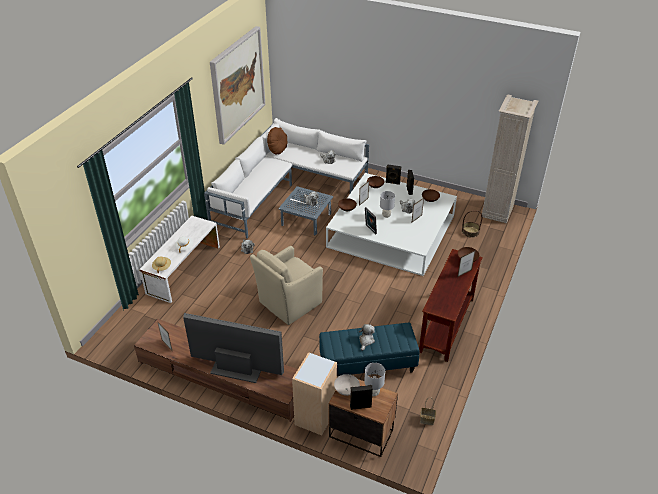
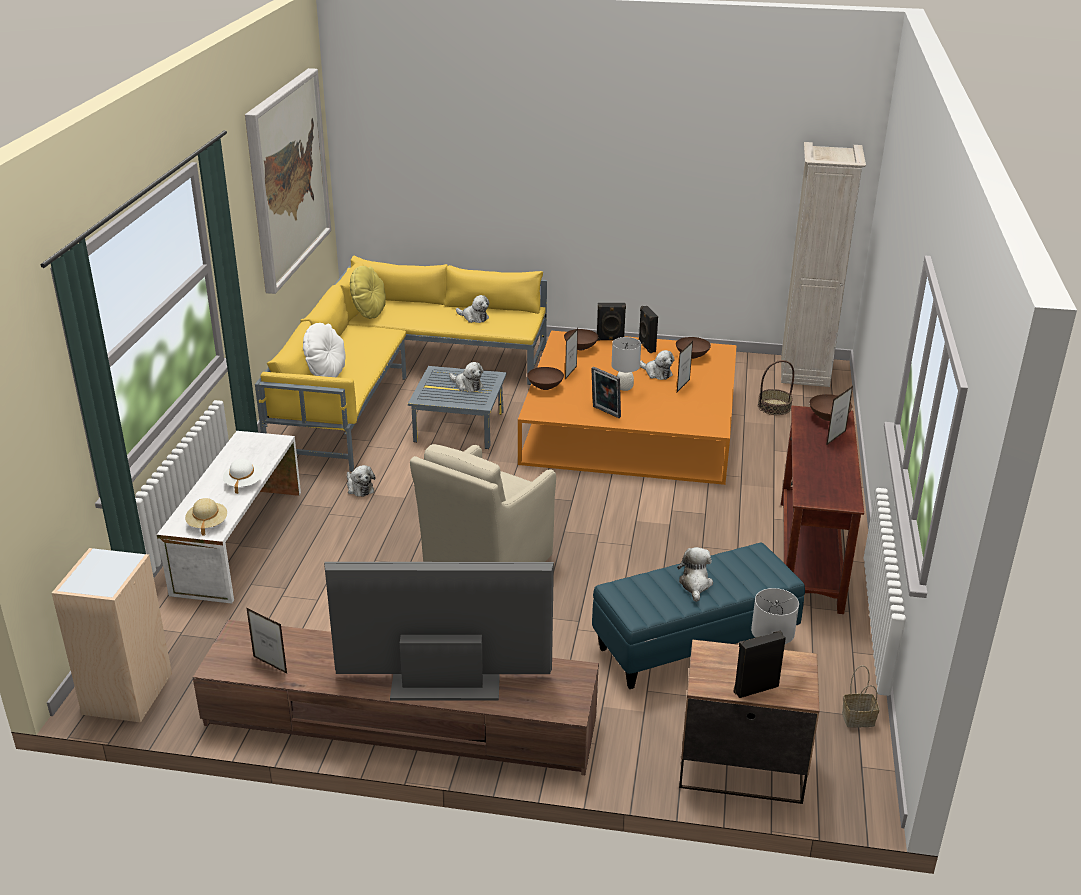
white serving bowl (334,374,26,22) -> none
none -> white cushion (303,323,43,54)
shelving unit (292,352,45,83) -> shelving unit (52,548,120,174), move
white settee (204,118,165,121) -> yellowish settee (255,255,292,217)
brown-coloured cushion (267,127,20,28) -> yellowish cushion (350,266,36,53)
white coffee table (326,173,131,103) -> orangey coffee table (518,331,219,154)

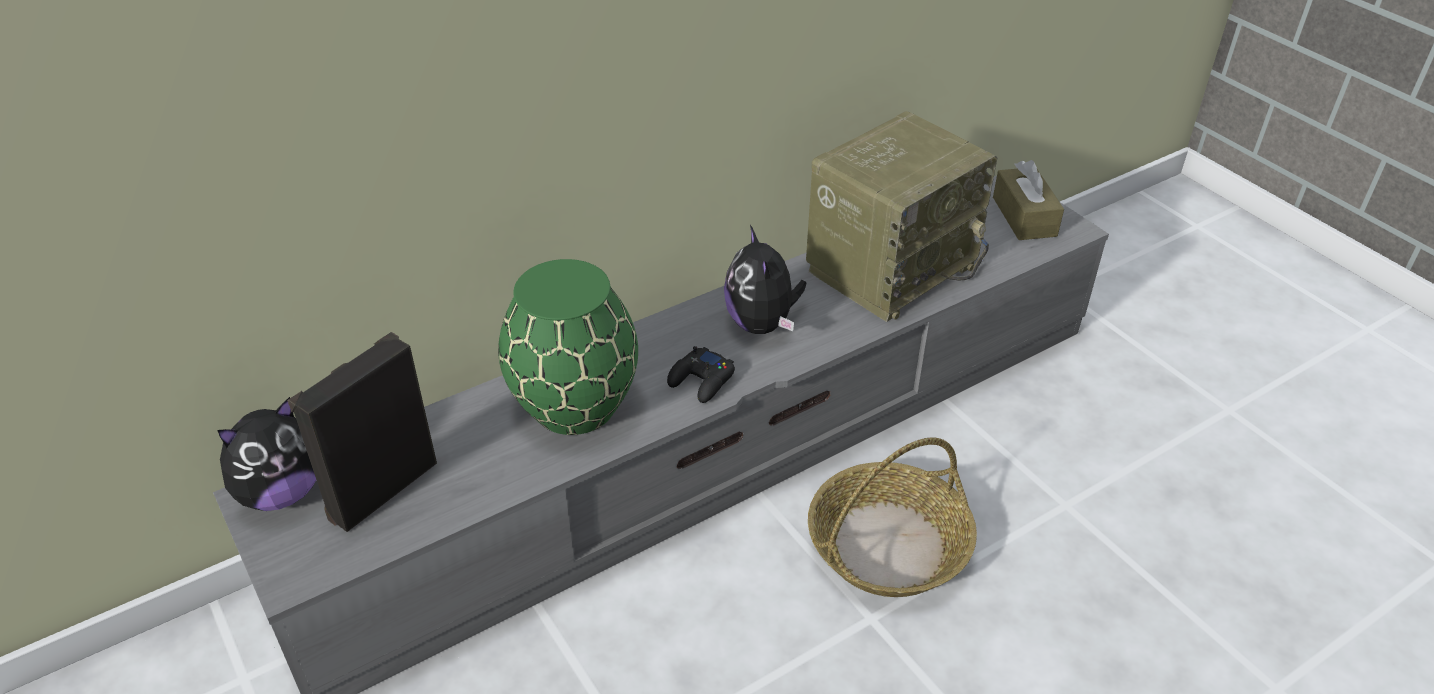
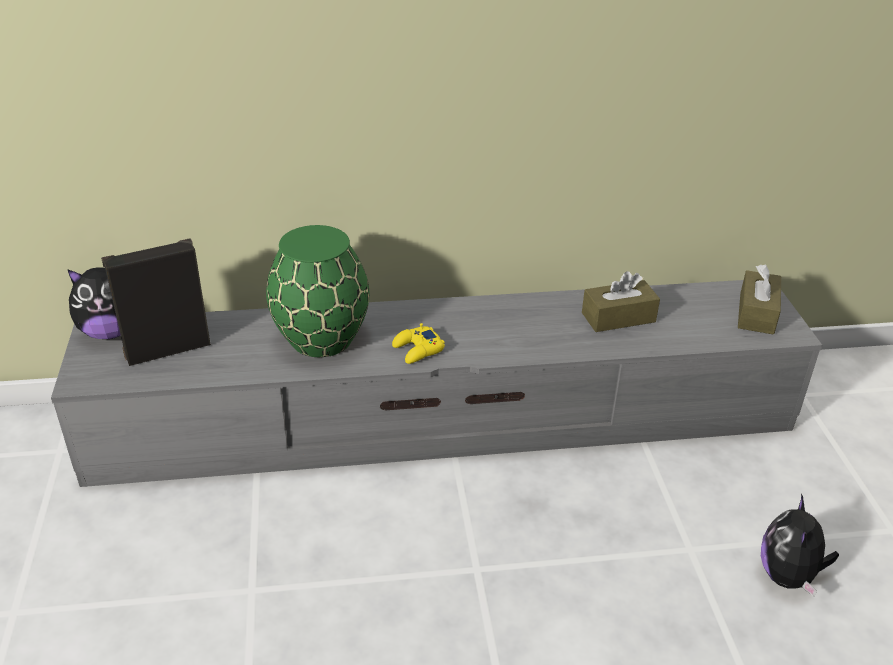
storage basket (808,438,169,159) -> none
soft toy (724,225,82,109) -> soft toy (761,493,78,104), move
radio (806,111,192,211) -> brown-coloured box of tissues (582,271,78,61)
black-coloured joypad (667,346,68,57) -> yellowish joypad (392,323,53,41)

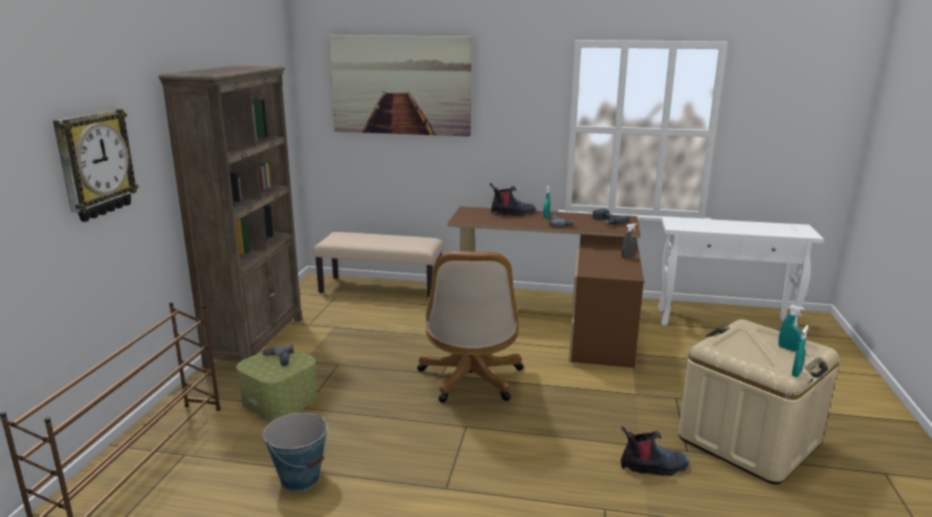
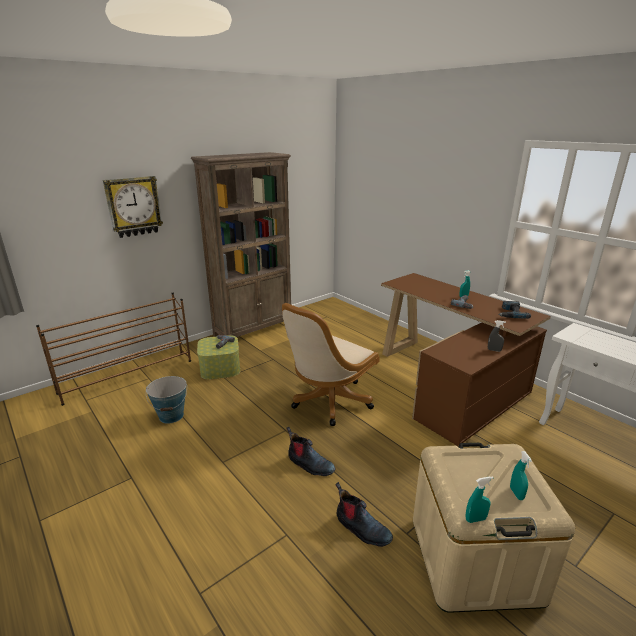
beige indoor bench (314,232,129,69) -> none
wall picture (329,35,143,102) -> none
tall boot (490,183,46,33) -> tall boot (286,427,50,49), move

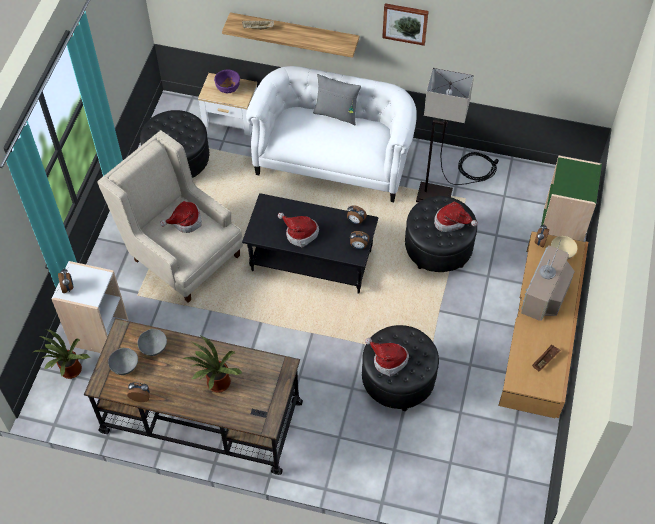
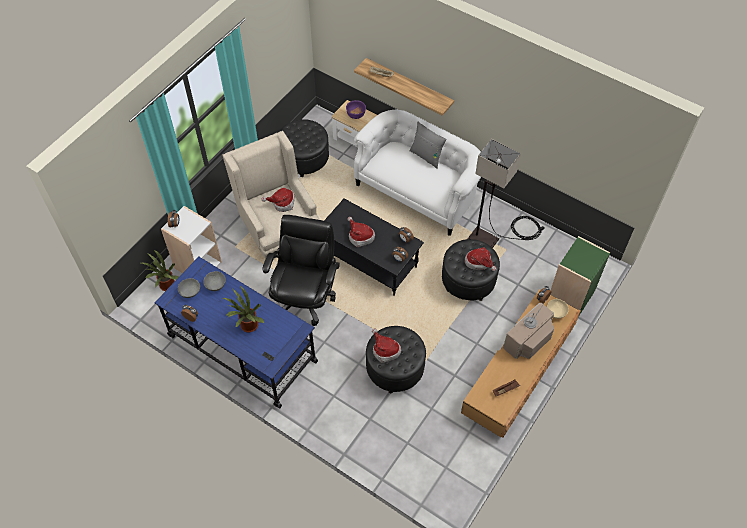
wall picture (382,3,47,43) -> none
none -> black-coloured computer chair (262,215,78,111)
brown-coloured desk table (84,318,219,157) -> blue desk table (155,257,163,151)

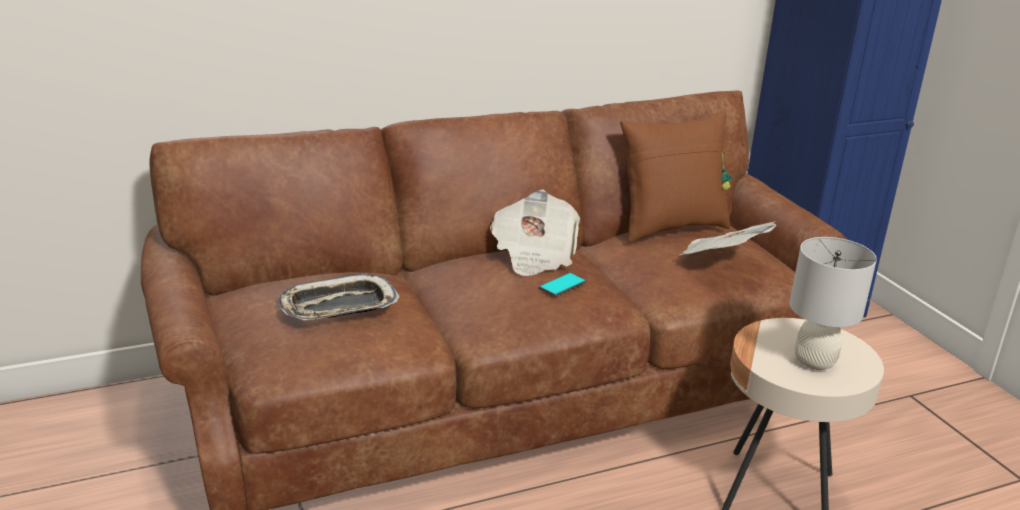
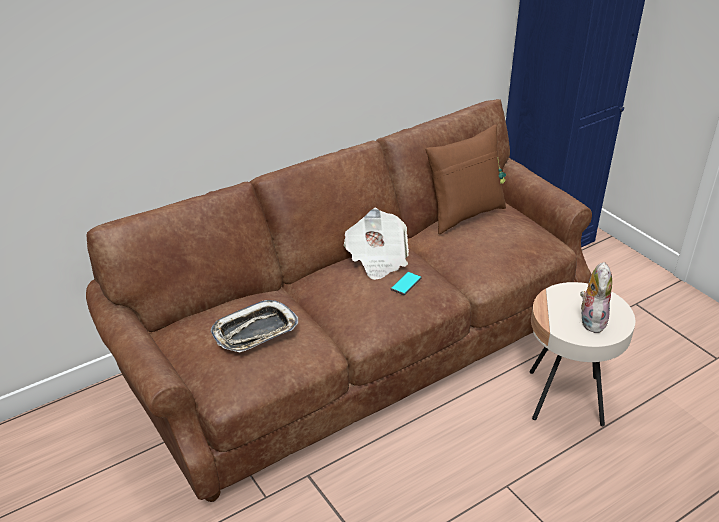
printed paper (680,221,96,34) -> none
greyish tabletop lamp (789,237,88,133) -> soft toy (580,262,32,71)

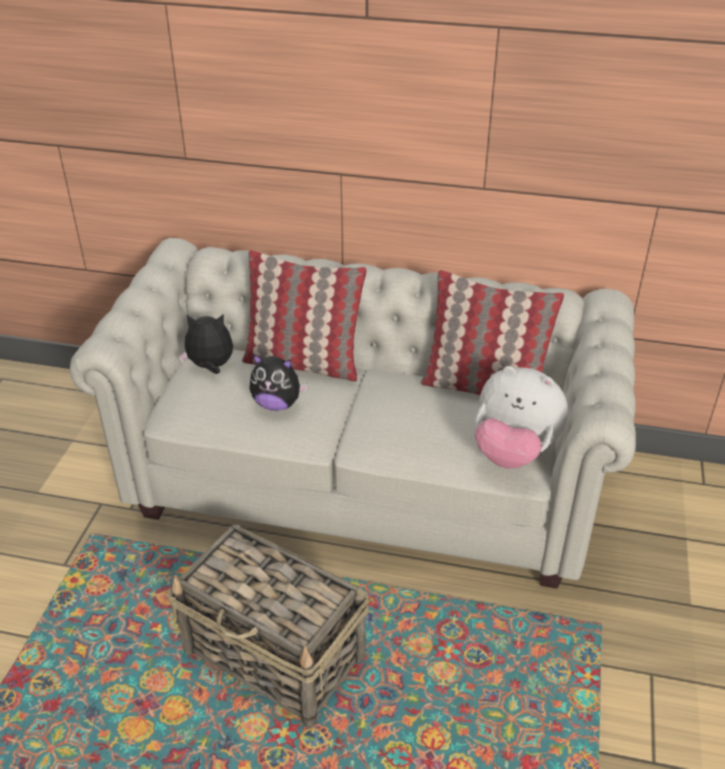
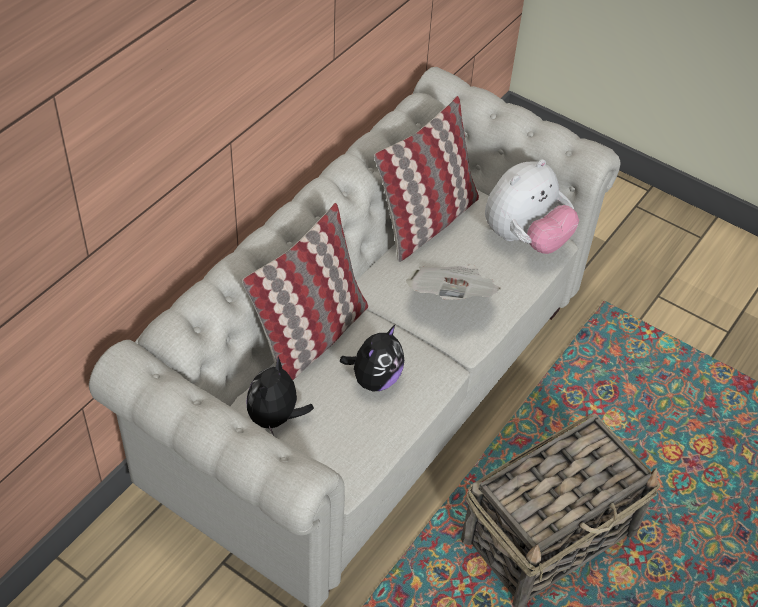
none -> printed paper (406,265,95,35)

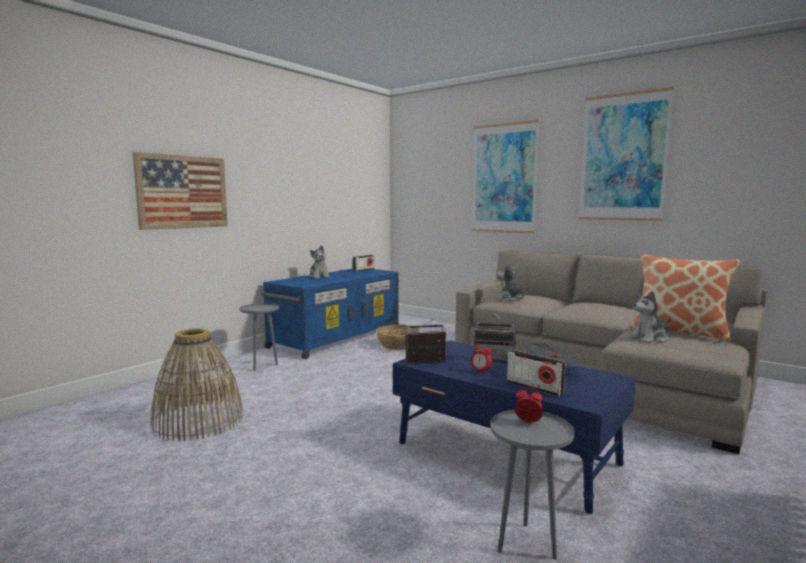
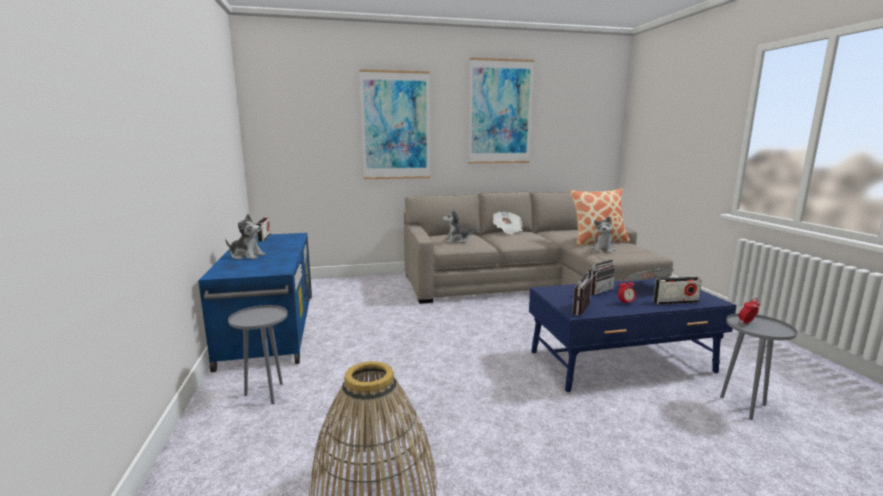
wall picture (133,152,95,78) -> none
storage basket (376,324,44,26) -> none
none -> printed paper (493,212,30,22)

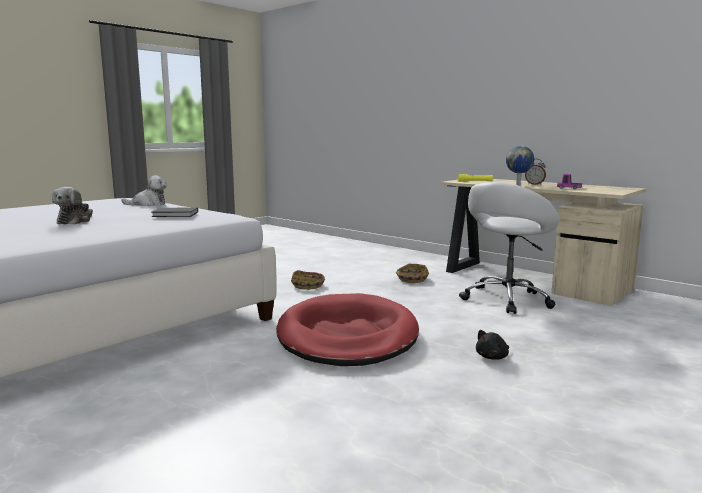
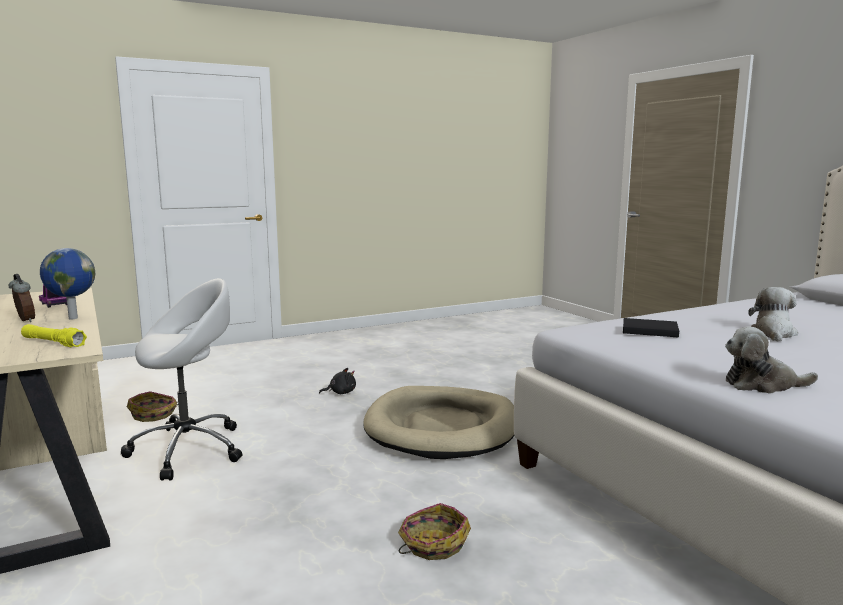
storage basket (396,264,33,19) -> storage basket (127,391,51,31), move
reddish dog bed (276,293,143,73) -> beige dog bed (363,386,152,73)

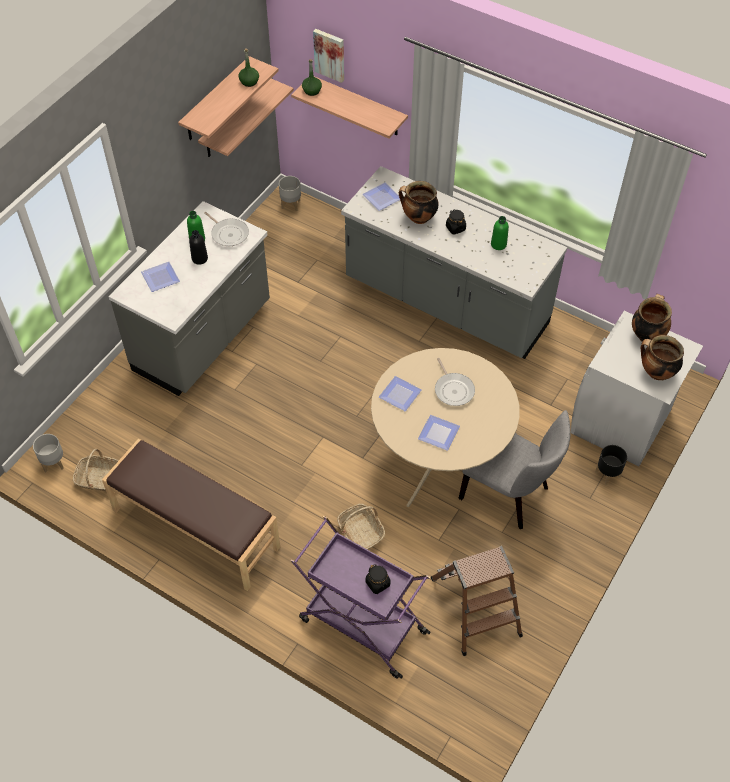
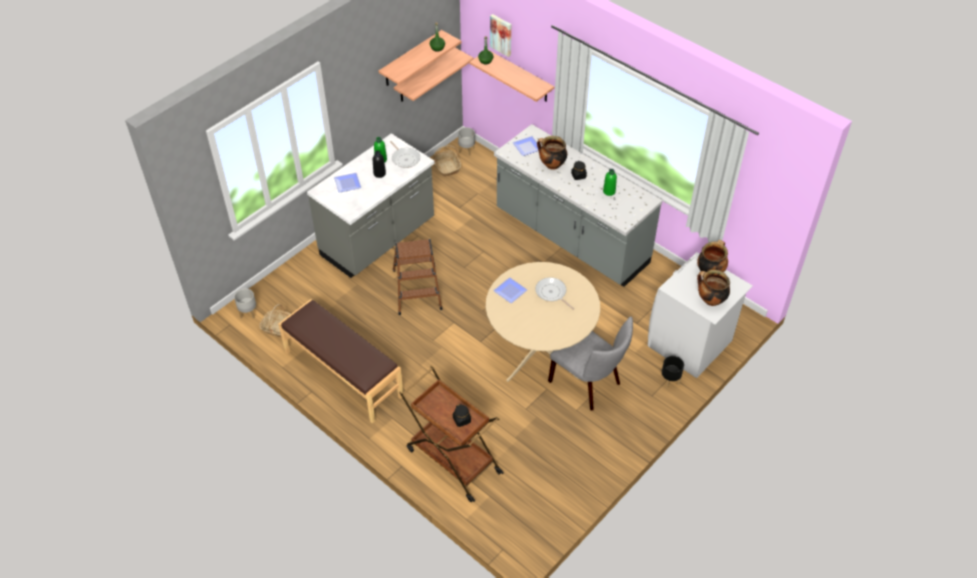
flat dish (418,415,42,36) -> none
storage basket (337,504,48,46) -> storage basket (433,145,28,32), move
brown-coloured step ladder (431,546,92,110) -> brown-coloured step ladder (393,239,50,76), move
purple cart (290,516,141,163) -> brown-coloured cart (399,365,105,137)
skillet (435,358,40,48) -> skillet (535,278,39,32), 150 degrees clockwise

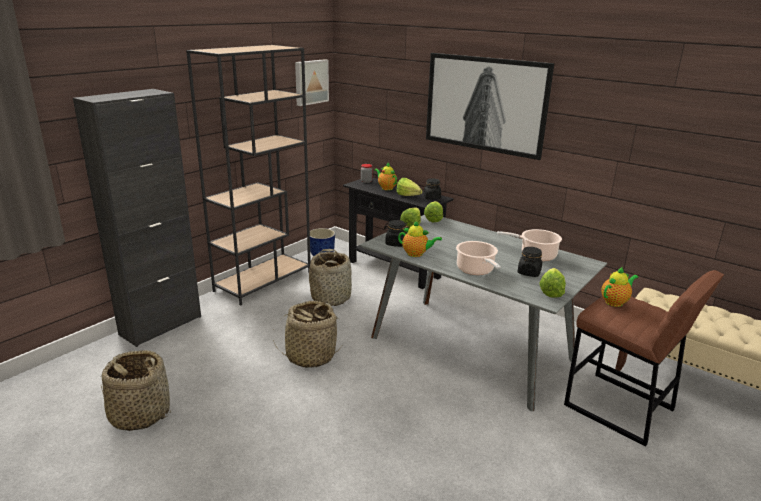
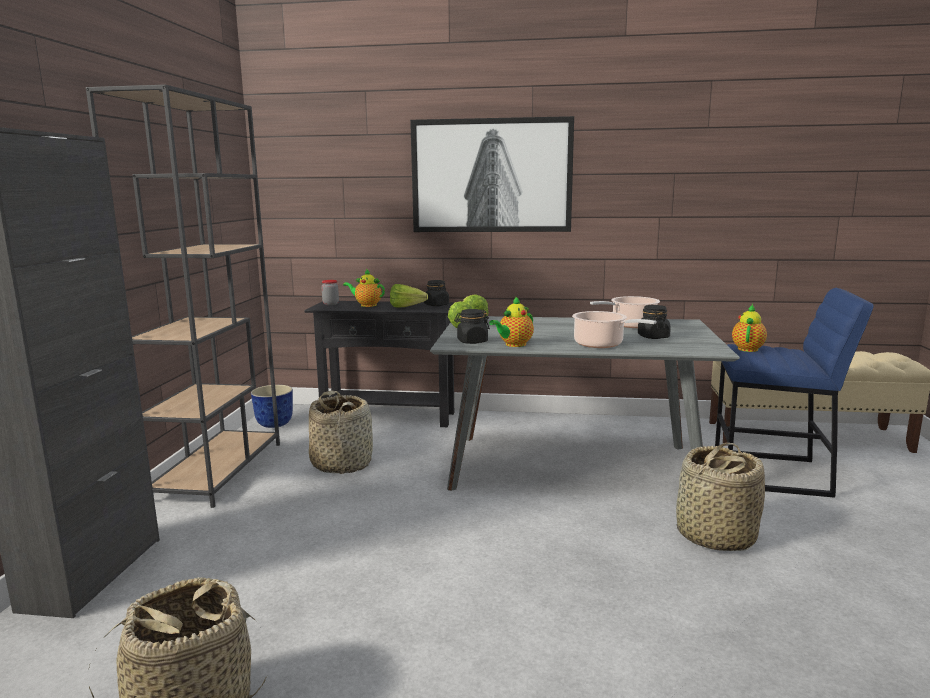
wall picture (295,59,34,47) -> none
lettuce (539,268,27,30) -> none
storage basket (273,301,69,67) -> storage basket (676,443,89,108), move
brown-coloured sitting stool (564,270,160,177) -> blue sitting stool (715,288,159,210)
pot for tea (398,220,44,37) -> pot for tea (489,296,45,51), 150 degrees clockwise

